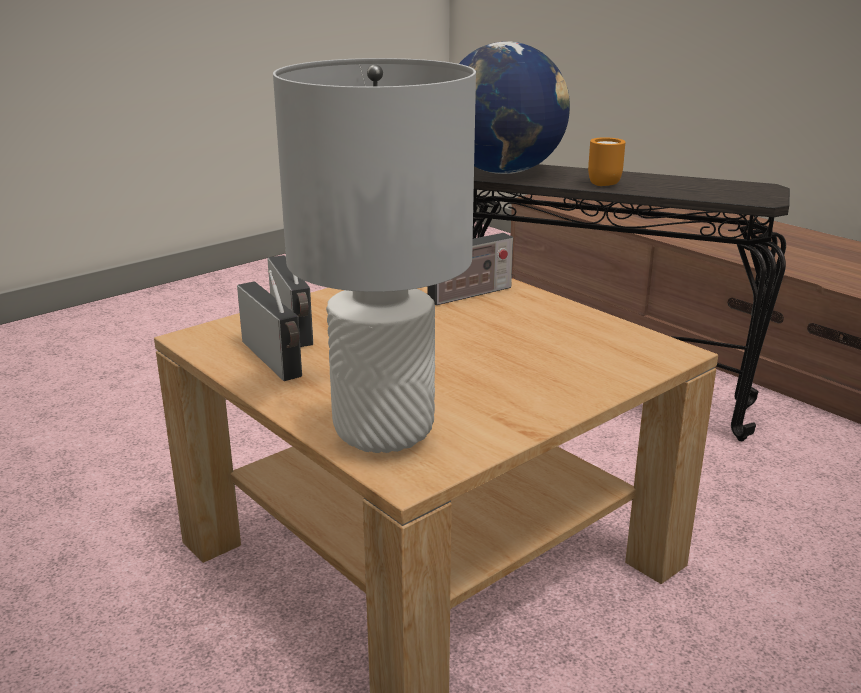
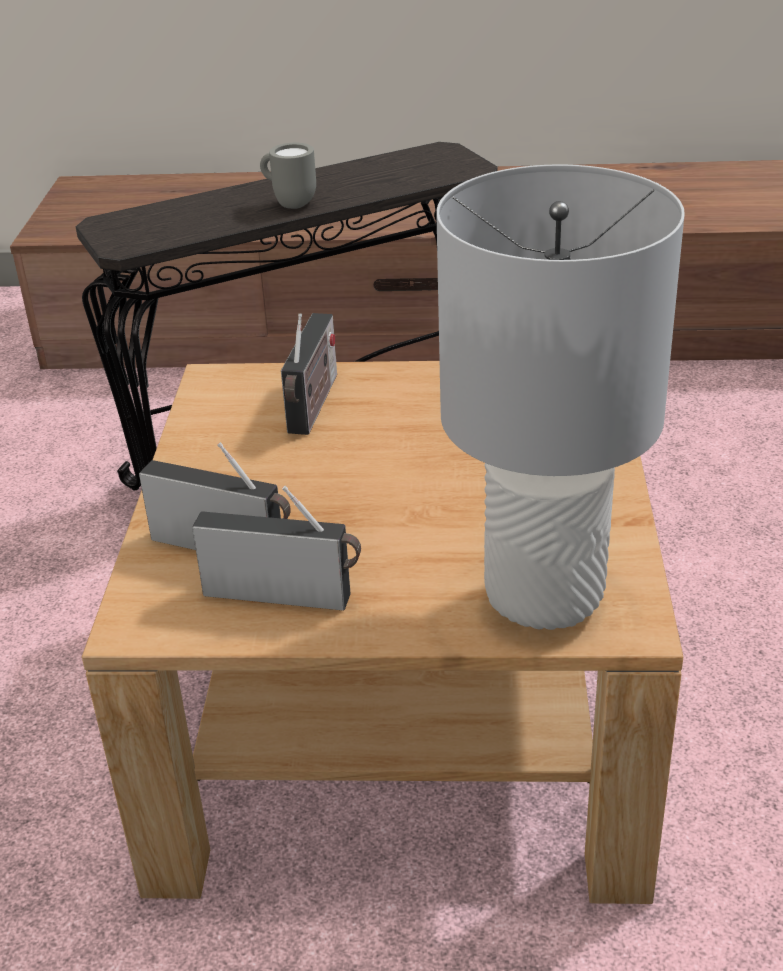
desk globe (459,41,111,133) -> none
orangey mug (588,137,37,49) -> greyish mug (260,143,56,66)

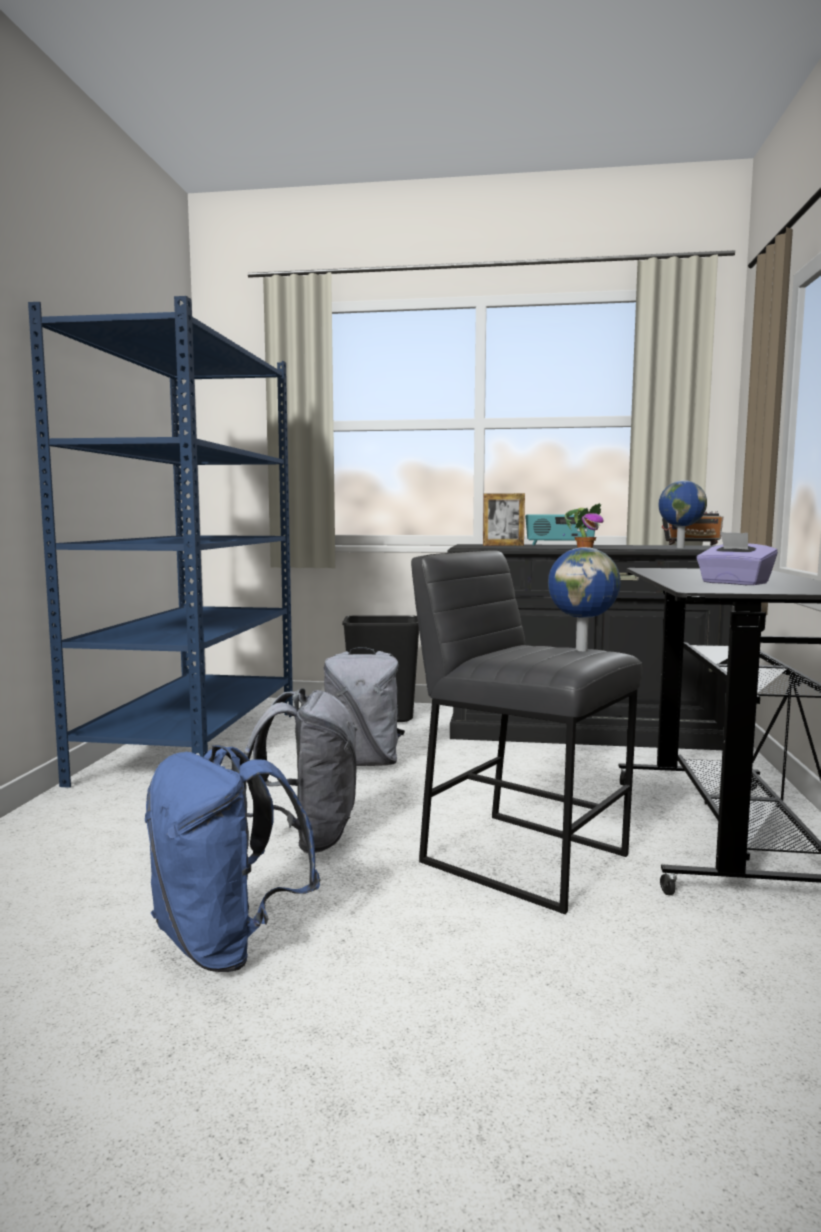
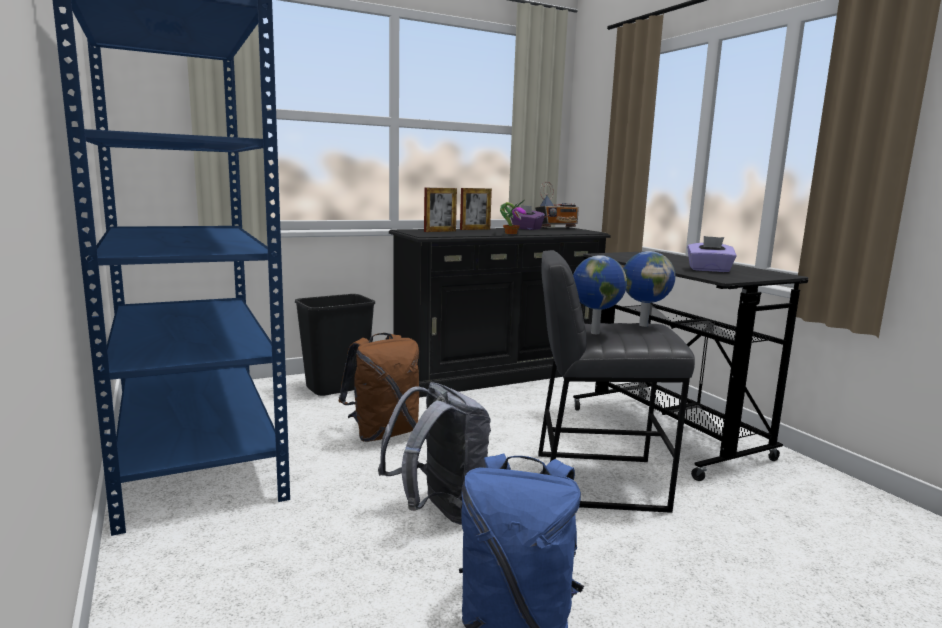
none -> purple box of tissues (511,205,34,25)
desk globe (658,480,49,68) -> desk globe (573,255,54,79), move
radio (525,514,70,31) -> picture frame (460,188,32,42)
greyish backpack (324,647,81,119) -> brown-coloured backpack (339,333,80,109)

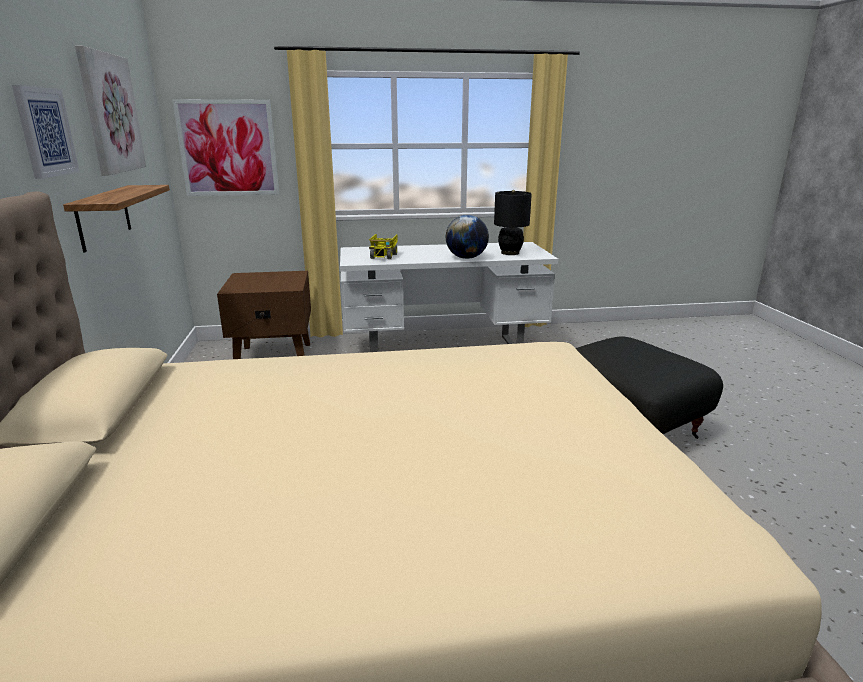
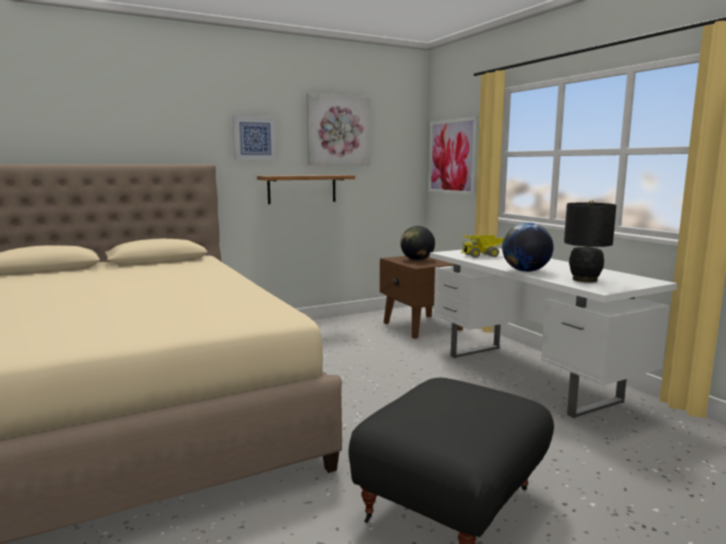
none -> desk globe (400,226,35,34)

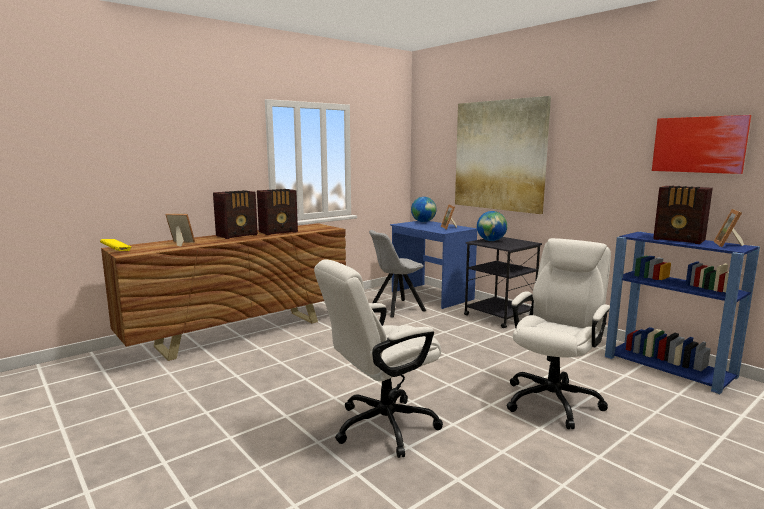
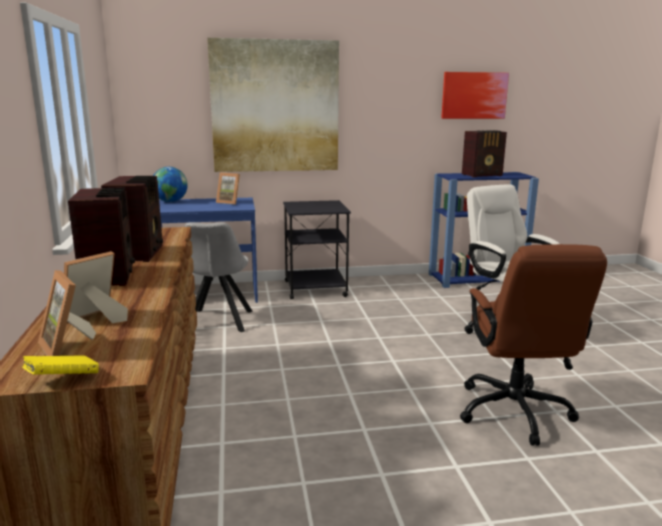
desk globe (477,211,30,30) -> none
picture frame (713,209,31,38) -> picture frame (38,270,58,86), move
white computer chair (314,259,129,199) -> brown-coloured computer chair (460,244,147,202)

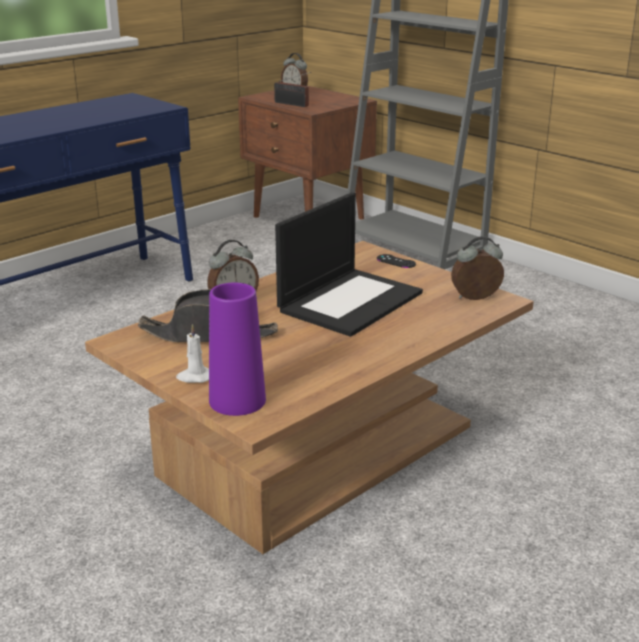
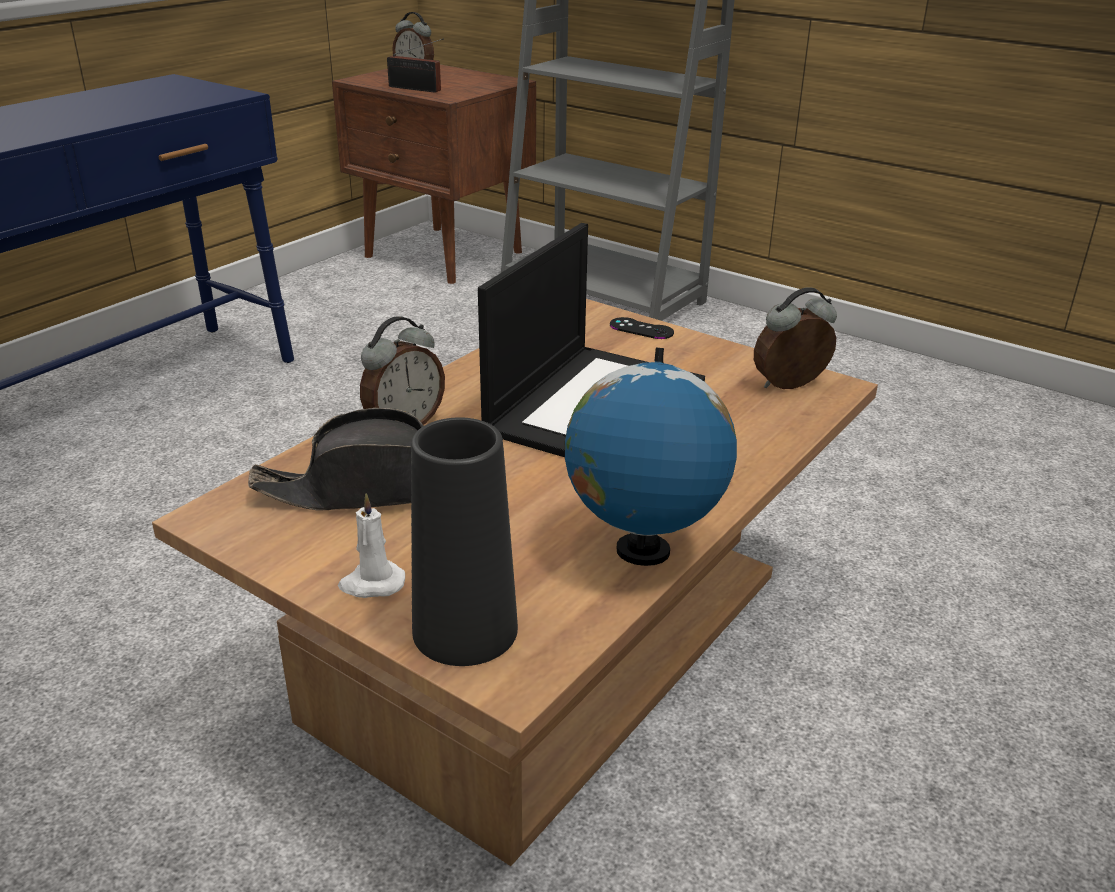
none -> desk globe (565,348,172,218)
purple flower vase (209,283,57,133) -> black-coloured flower vase (411,417,107,249)

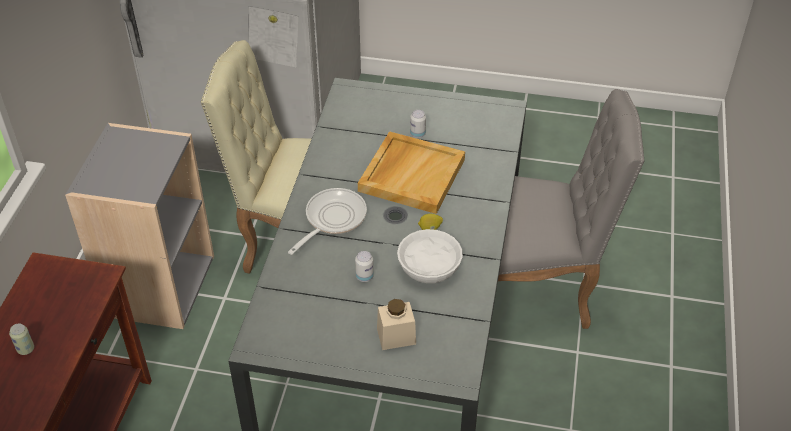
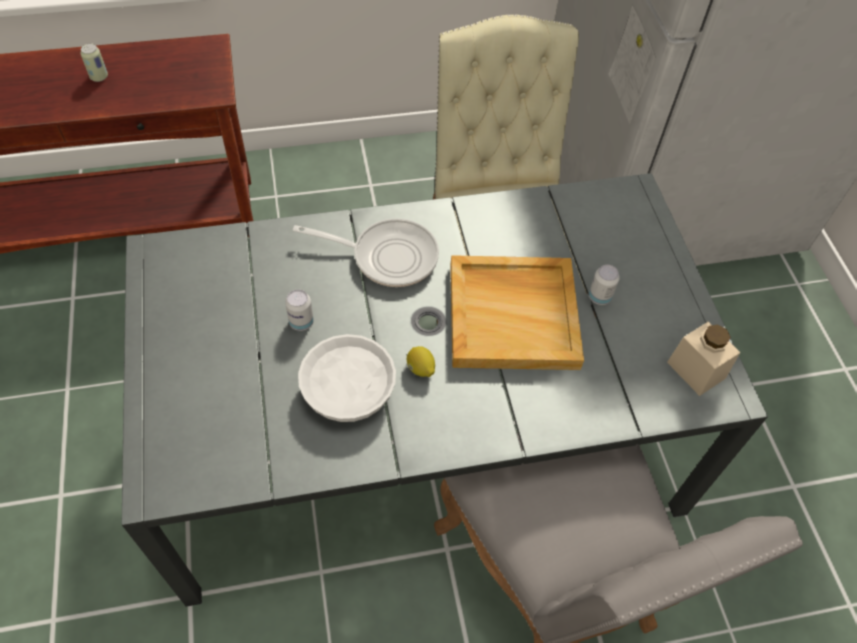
greyish shelving unit (65,123,149,206) -> none
beige preserve jar (377,299,39,51) -> beige preserve jar (667,321,73,75), move

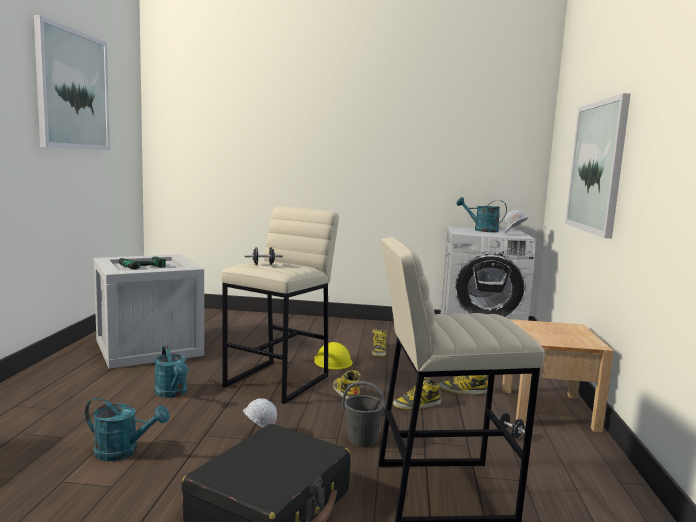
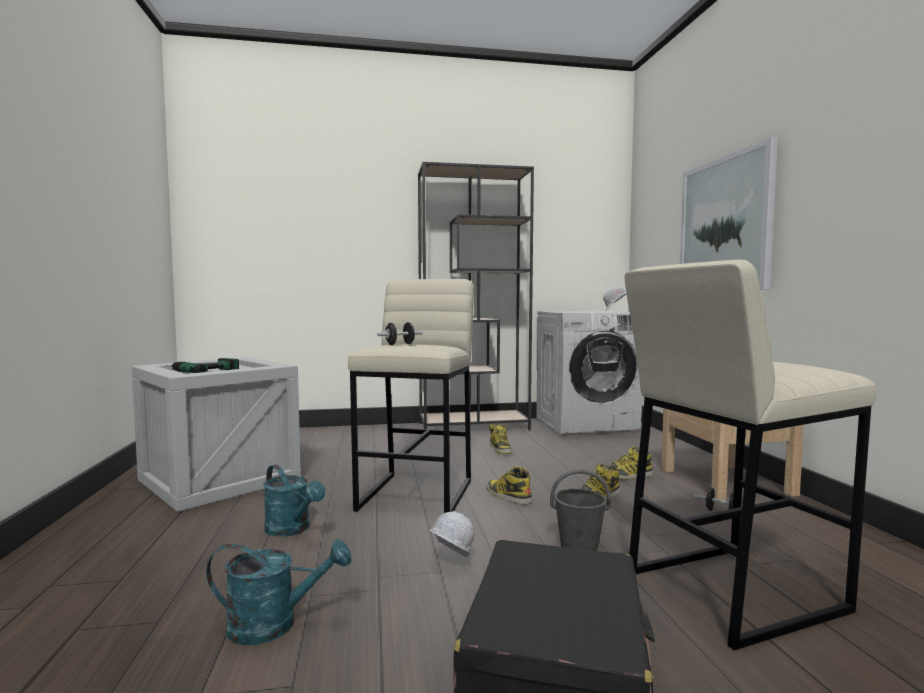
wall picture (34,15,76,135) -> none
yellowish hard hat (314,342,38,28) -> none
turquoise-coloured sprinkling can (456,197,51,35) -> none
none -> shelving unit (418,162,116,268)

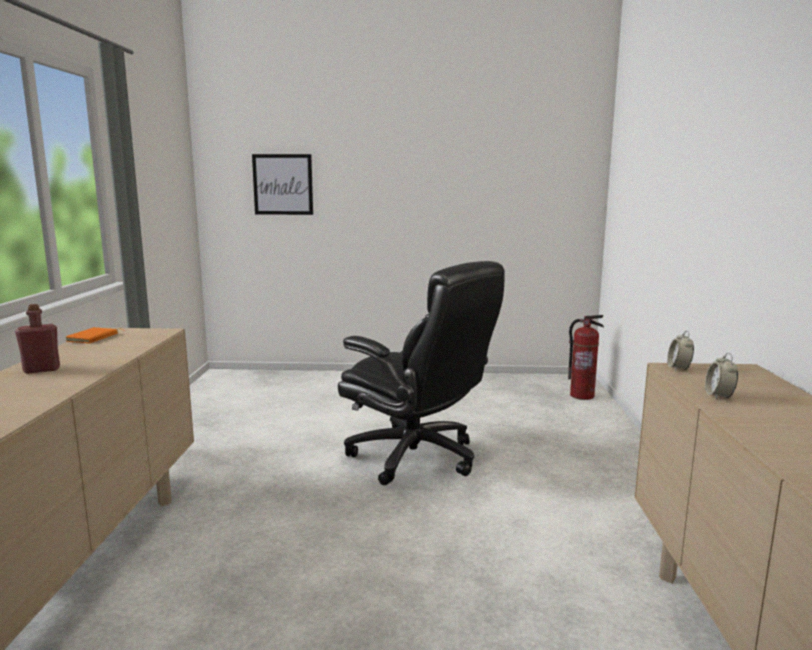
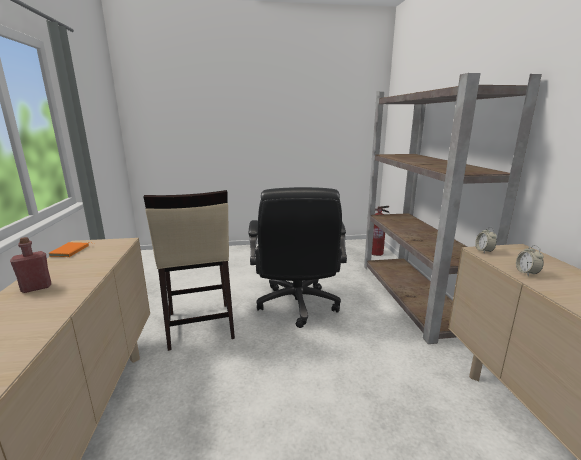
wall picture (252,154,61,61) -> none
none -> beige sitting stool (143,190,92,161)
none -> brown-coloured shelving unit (364,73,178,271)
black-coloured computer chair (338,261,167,224) -> black-coloured computer chair (249,187,98,141), 60 degrees clockwise

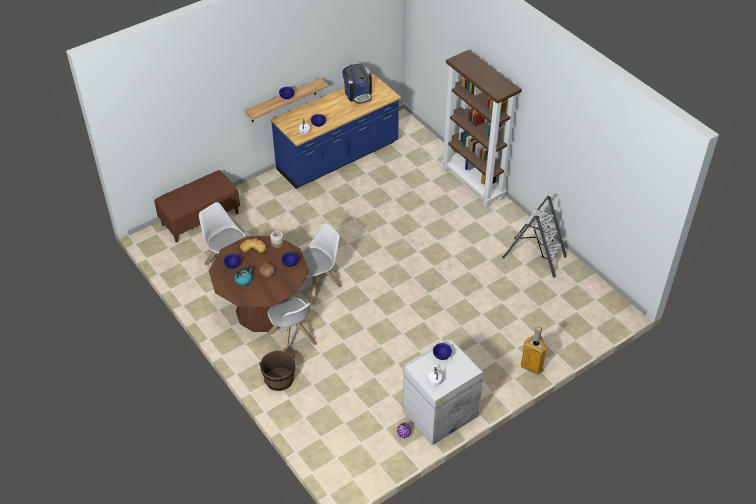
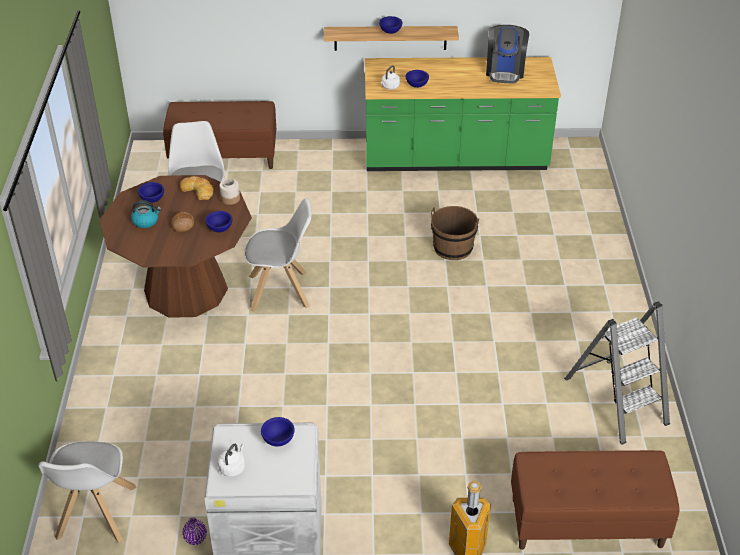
brown-coloured shelving unit (441,50,80,158) -> none
none -> brown-coloured indoor bench (511,450,169,100)
brown-coloured bucket (259,350,36,41) -> brown-coloured bucket (431,206,49,54), move
chair (267,298,50,54) -> chair (38,442,99,101), move
blue kitchen base unit (271,74,130,115) -> greenish kitchen base unit (365,57,196,114)

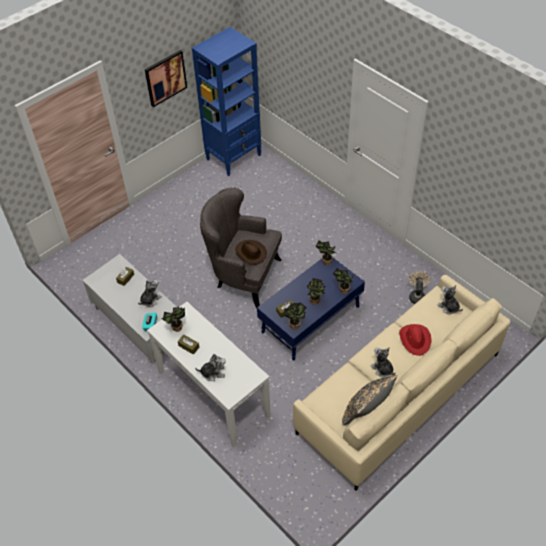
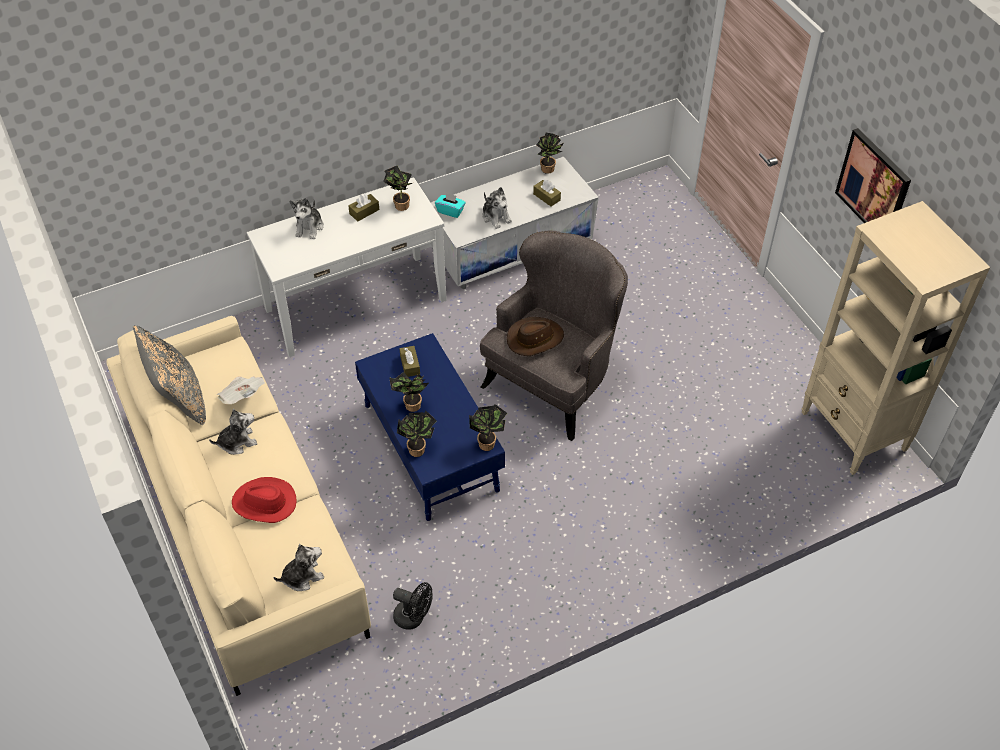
none -> printed paper (217,376,48,28)
plant in a pot (284,302,23,28) -> plant in a pot (536,133,28,41), move
blue shelving unit (192,27,70,149) -> beige shelving unit (801,201,189,274)
beige electric fan (409,272,21,32) -> black-coloured electric fan (393,582,40,48)

